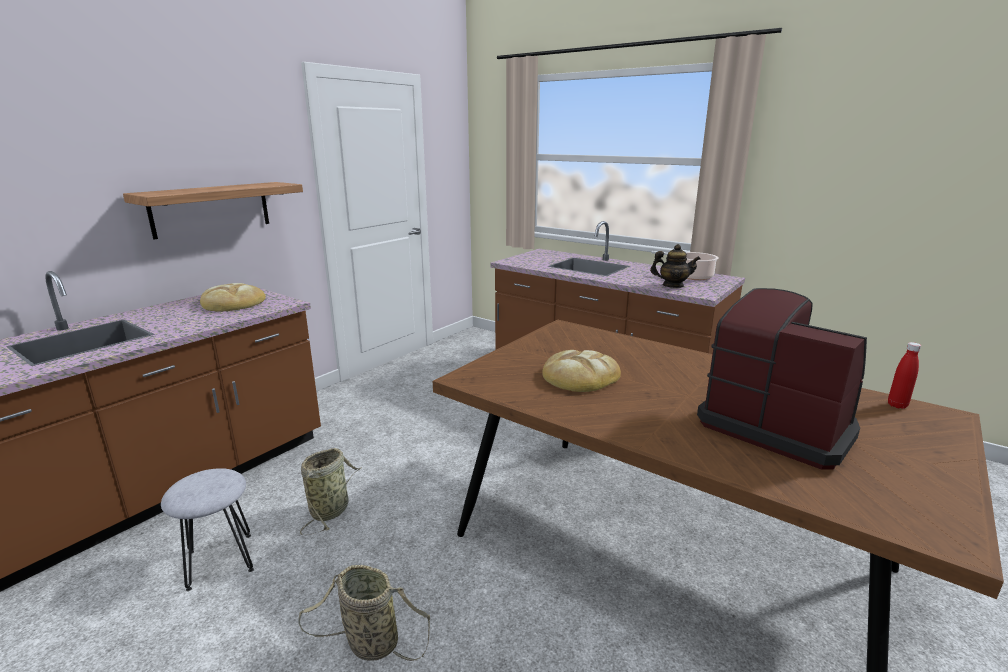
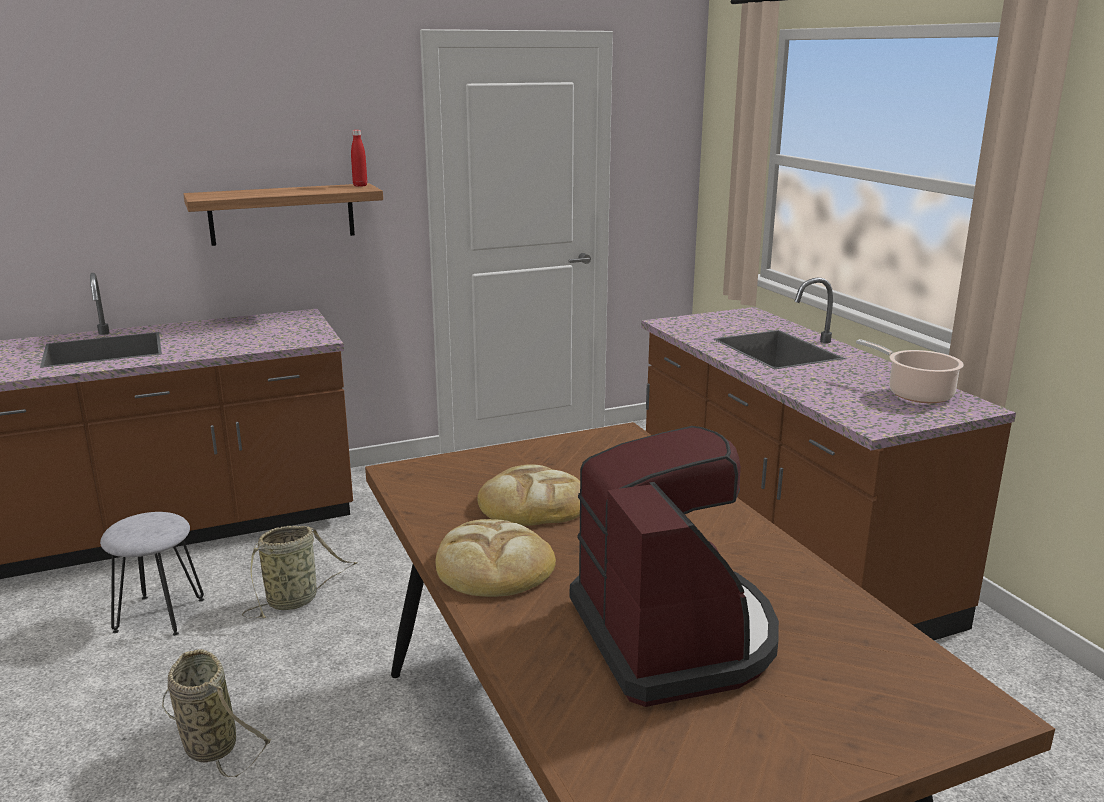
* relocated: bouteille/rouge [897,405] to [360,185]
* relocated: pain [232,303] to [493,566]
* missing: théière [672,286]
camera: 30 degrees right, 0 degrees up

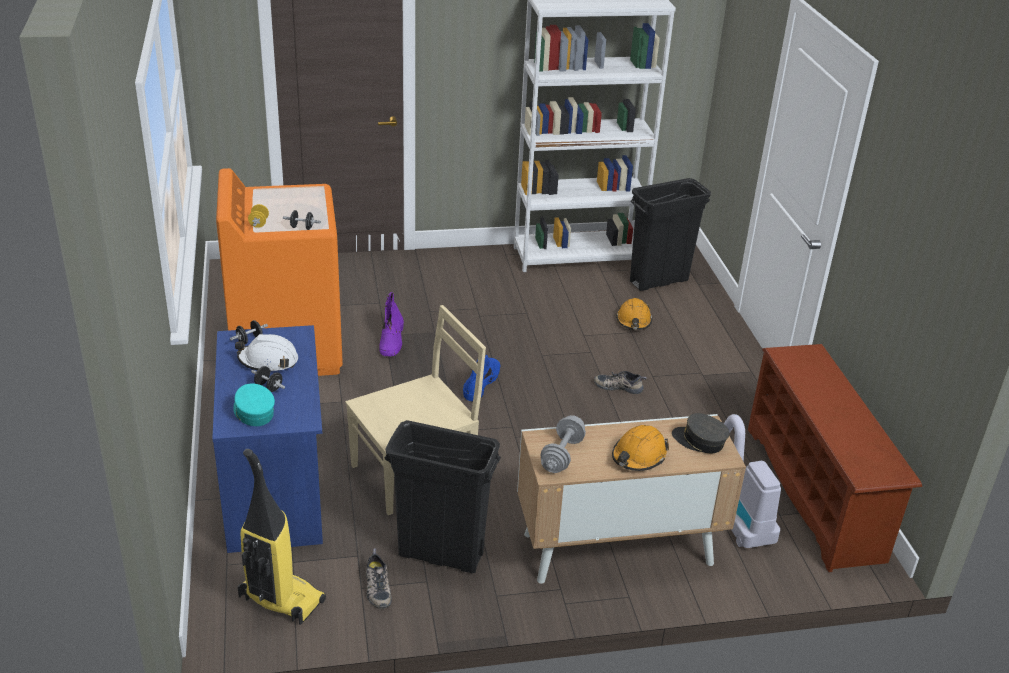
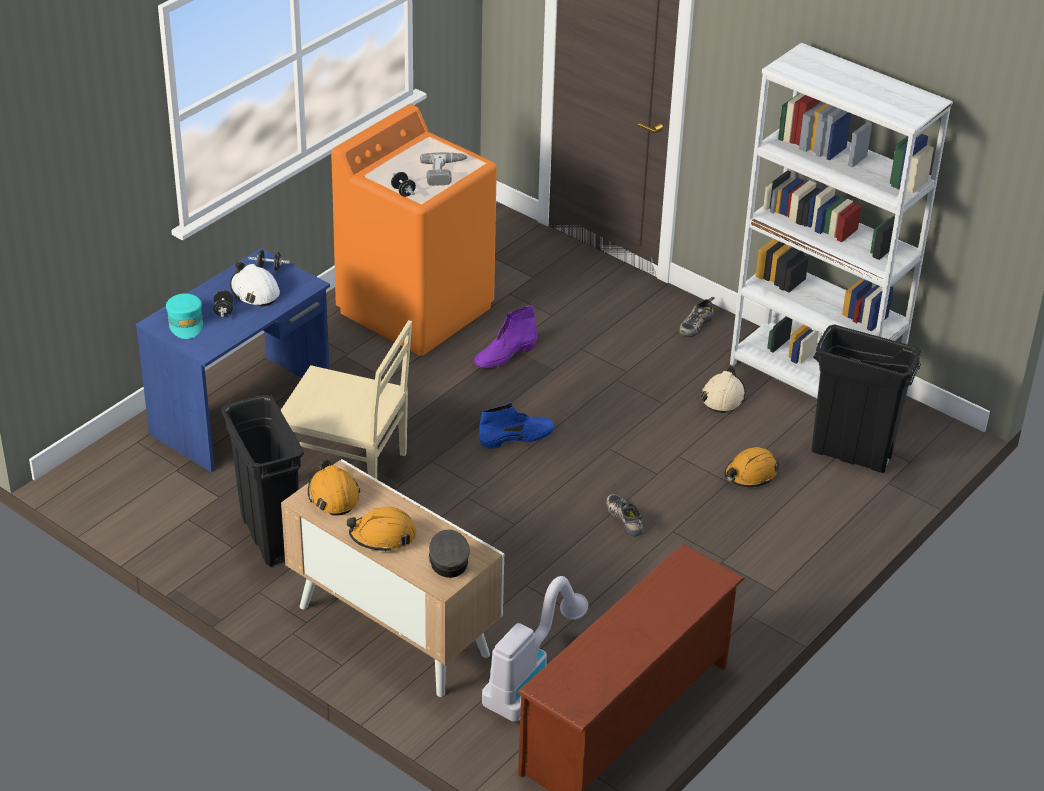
* spun: casquette/turquoise [253,412] = [186,322] 150 degrees clockwise
* exchanged: haltère/gris [562,455] to casque de chantier/orange [333,495]
* appeared: perceuse [445,172]
* relocated: chaussure [376,587] to [695,323]
* appeared: casque de chantier/beige [723,397]
* missing: aspirateur [280,600]
* missing: haltère/jaune [259,223]
camera: 50 degrees right, 5 degrees up

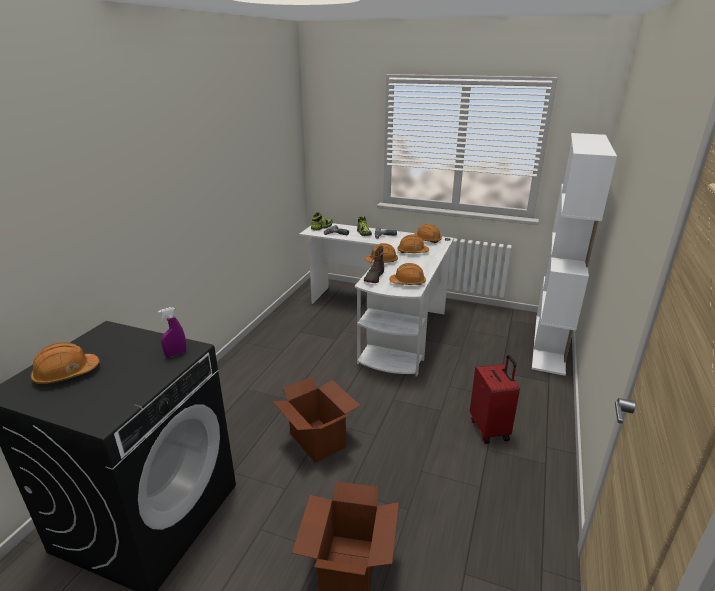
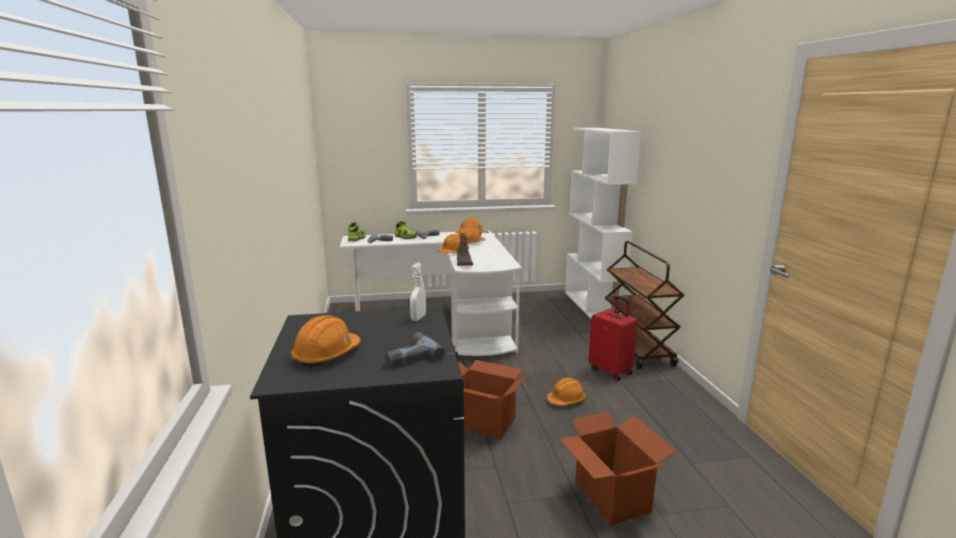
* appeared: perceuse [409,355]
* colour: vaporisateur/violet [176,354] to vaporisateur/blanc [418,318]
* relocated: casque de chantier/orange [408,282] to [566,400]
* appeared: chariot/marron [637,348]
camera: 30 degrees left, 10 degrees down

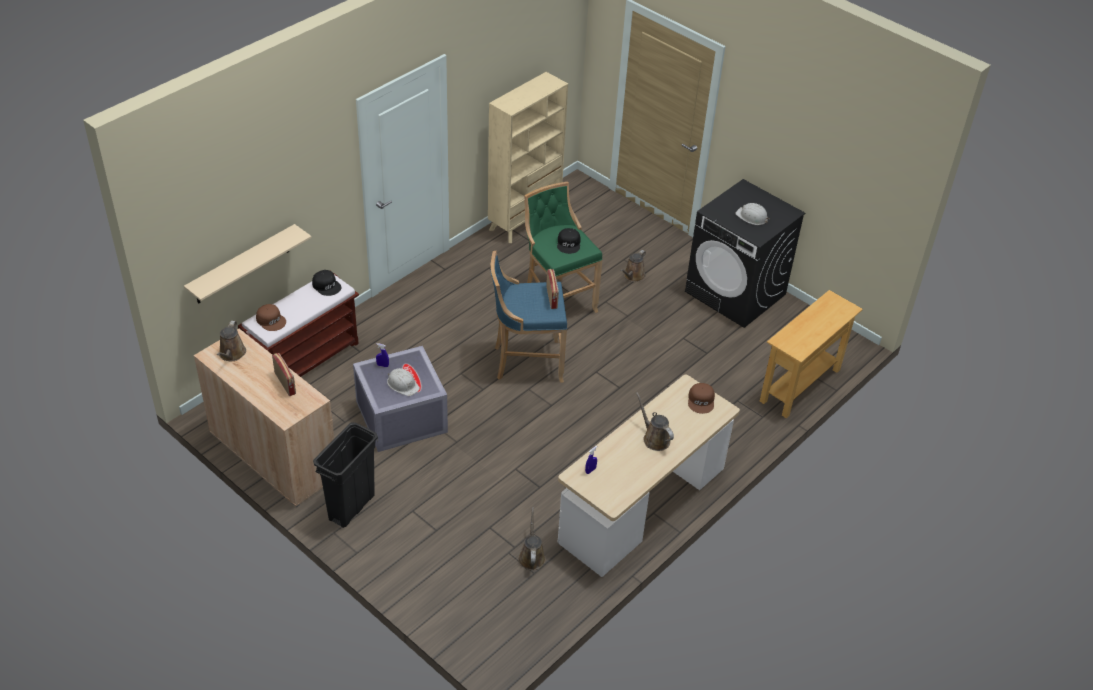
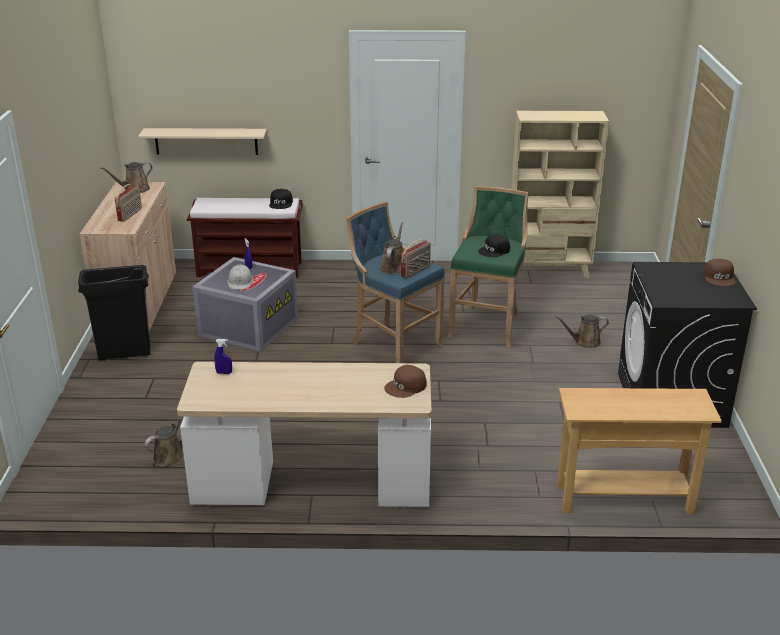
* relocated: arrosoir/marron [654,438] to [393,267]
* relocated: casquette/marron [271,320] to [719,277]
* missing: casque de chantier/blanc [752,217]
camera: 50 degrees right, 15 degrees down

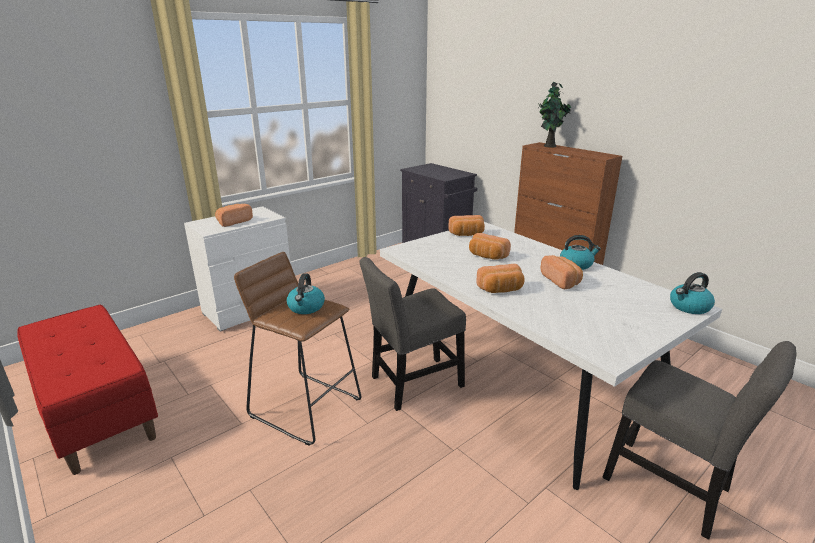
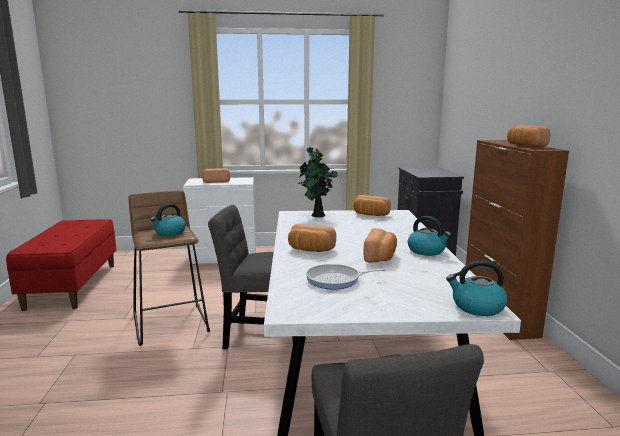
* relocated: plante en pot [550,146] to [317,215]
* appeared: poêle [336,280]
* relocated: pain [487,256] to [524,146]
camera: 35 degrees right, 10 degrees down

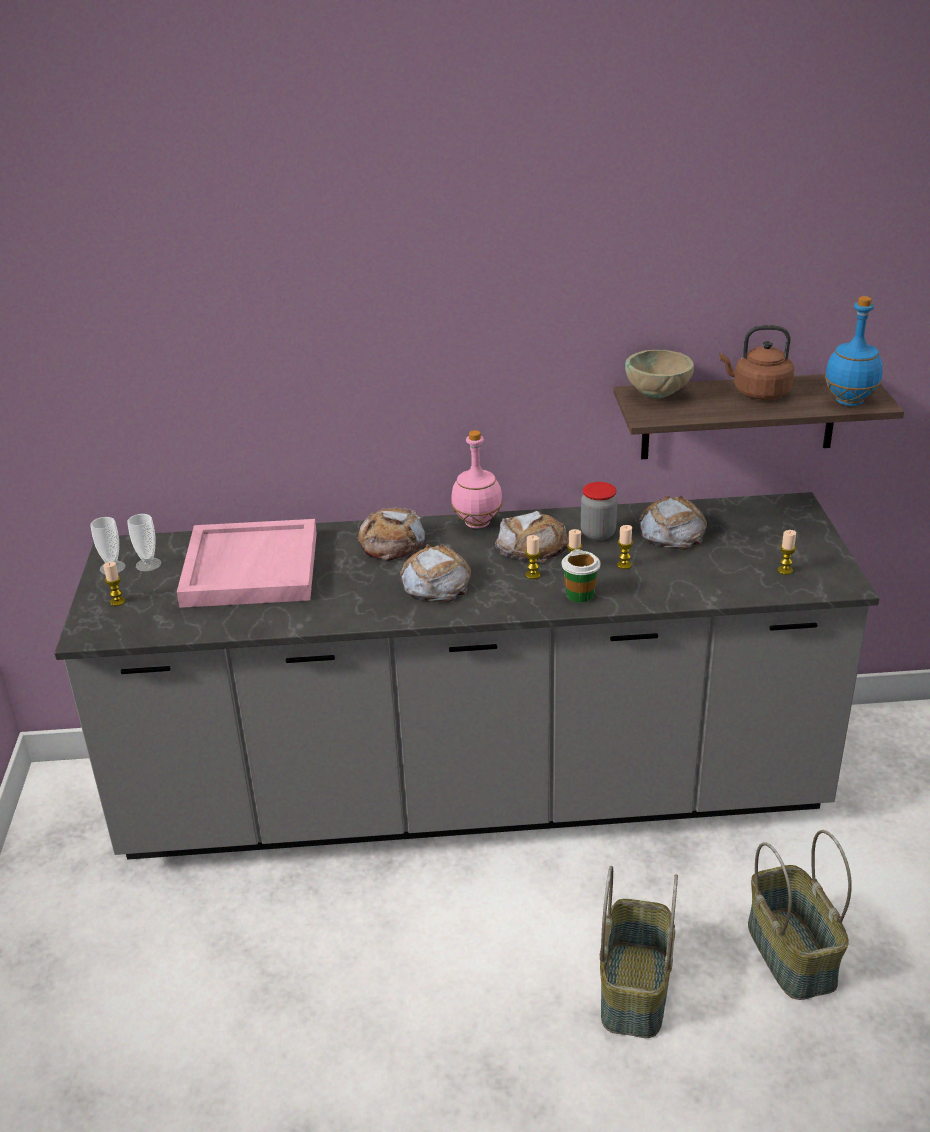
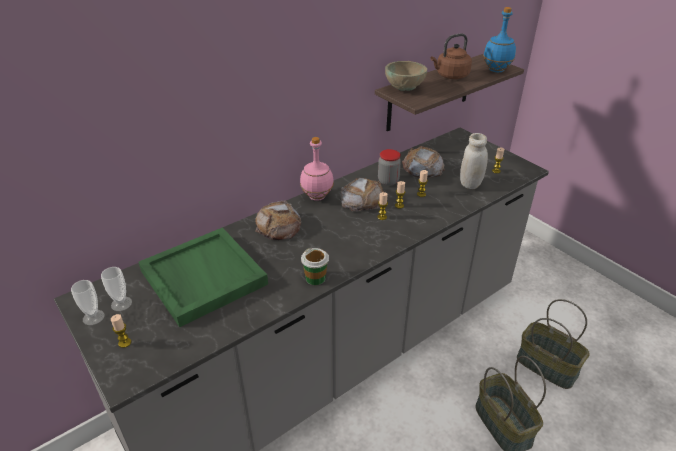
* colour: plateau/rose [249,568] to plateau/vert [202,277]
* relocated: tasse [580,595] to [315,278]
* appeared: bocal/blanc [470,184]
* missing: pain [435,582]
camera: 35 degrees left, 5 degrees up

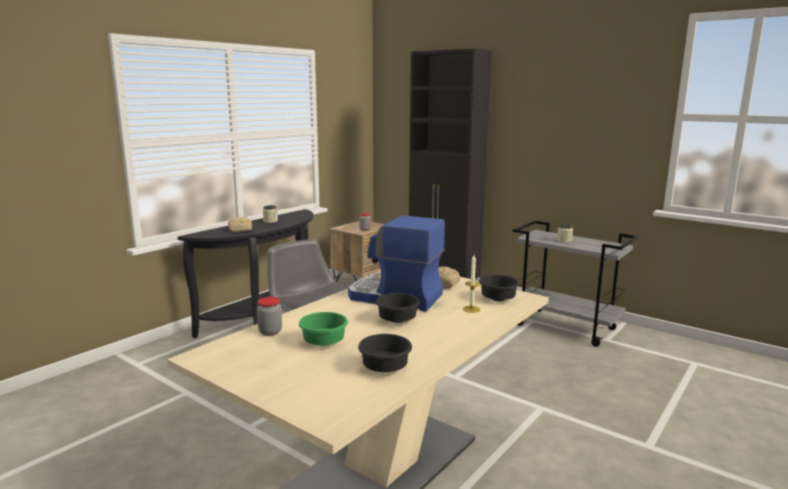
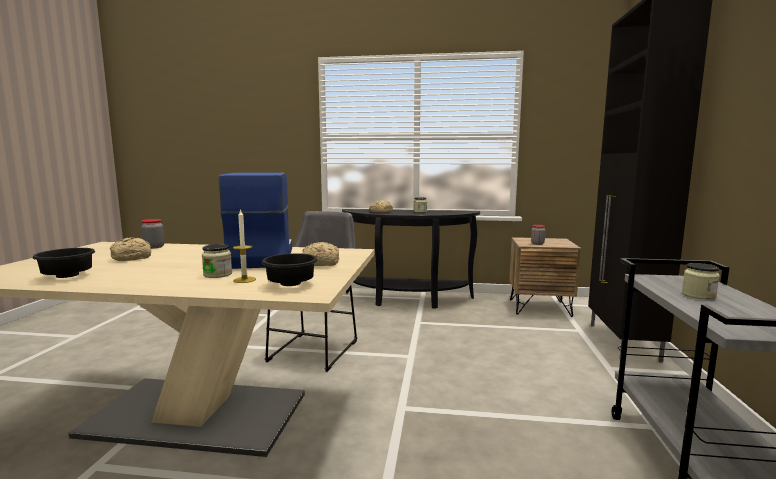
* exchanged: bol/vert [324,342] to pain [133,258]
* appeared: bocal [217,274]
* missing: bol/noir [398,320]
camera: 60 degrees right, 5 degrees down

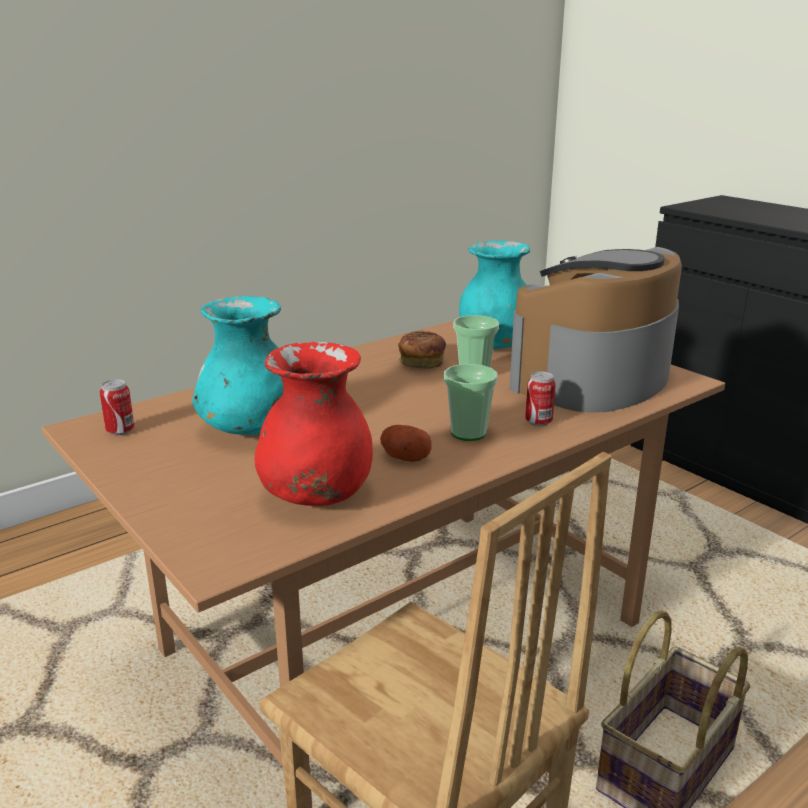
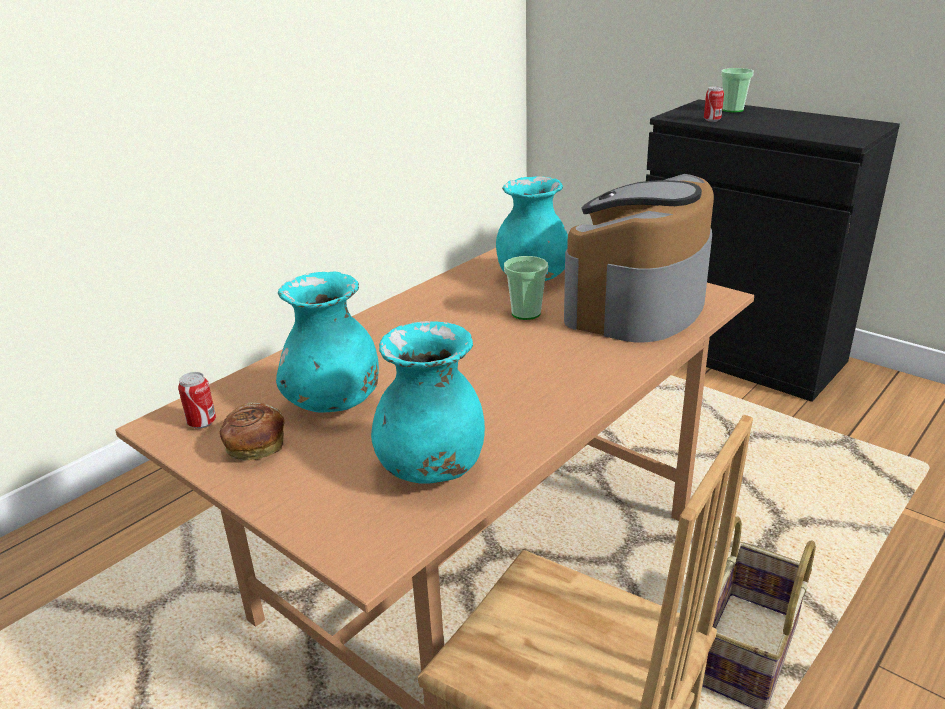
* relocated: pain [421,362] to [255,447]
* colour: vase/rouge [316,496] to vase/turquoise [432,469]
* relocated: boîte métallique [538,422] to [712,120]
* relocated: tasse [468,433] to [732,110]
* missing: pomme de terre [404,456]
camera: 10 degrees left, 5 degrees up

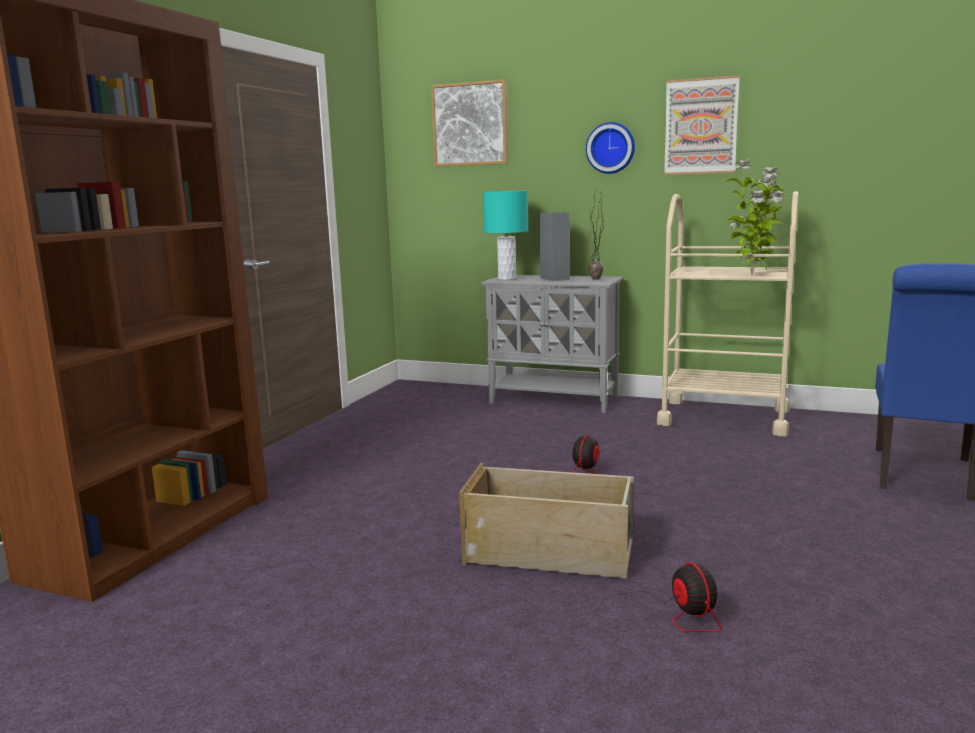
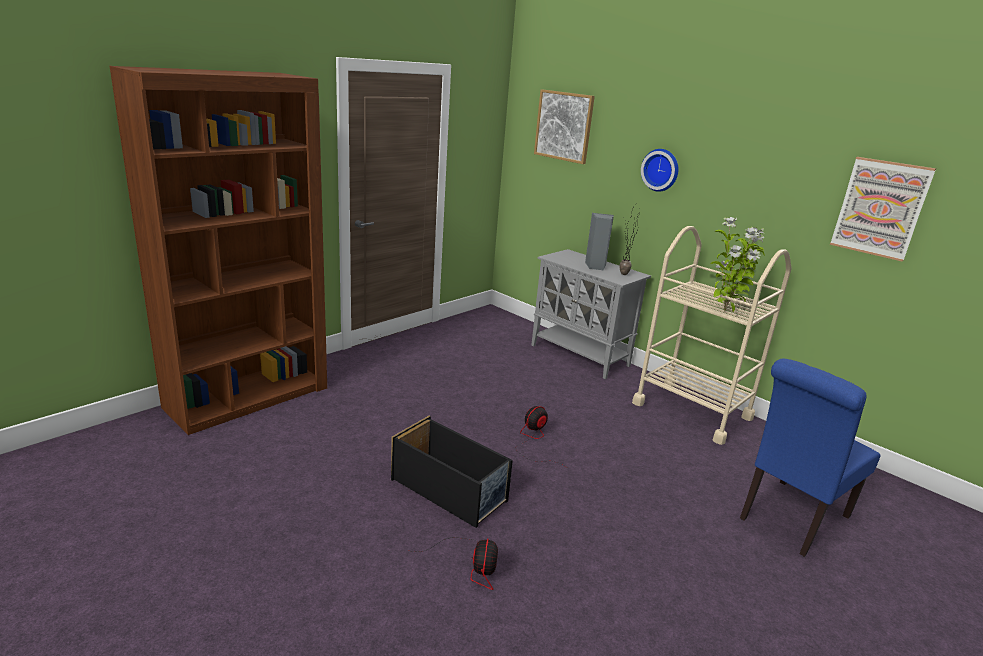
* colour: boîte de rangement/beige [551,553] to boîte de rangement/noir [450,490]
* relocated: tableau [701,126] to [880,208]
* missing: lampe de table/turquoise [507,278]
camera: 20 degrees right, 10 degrees up

